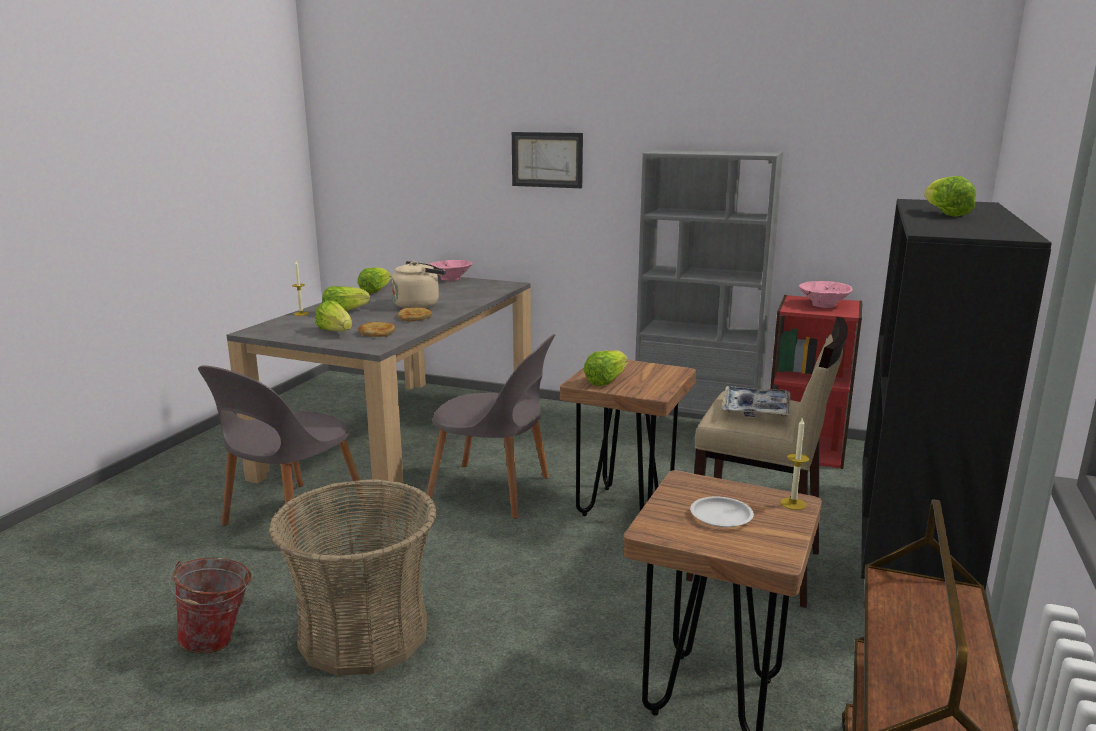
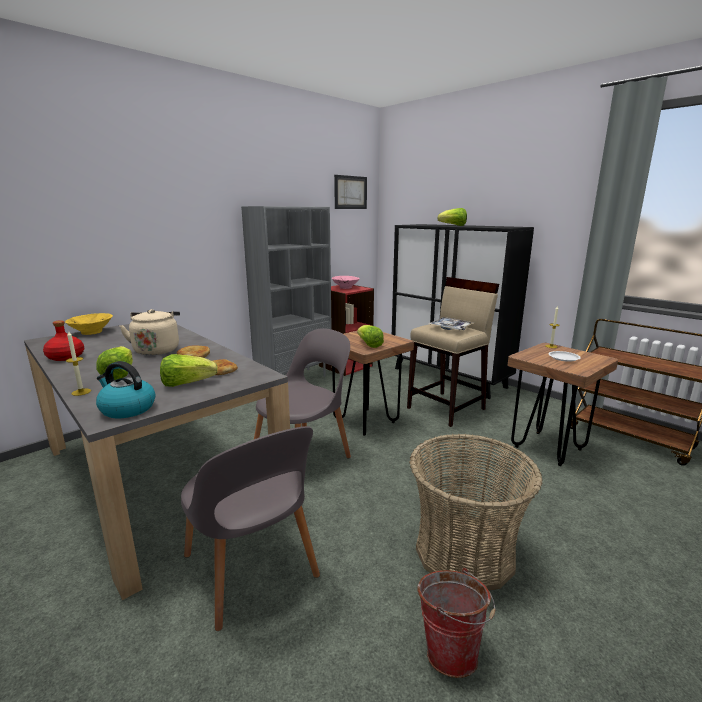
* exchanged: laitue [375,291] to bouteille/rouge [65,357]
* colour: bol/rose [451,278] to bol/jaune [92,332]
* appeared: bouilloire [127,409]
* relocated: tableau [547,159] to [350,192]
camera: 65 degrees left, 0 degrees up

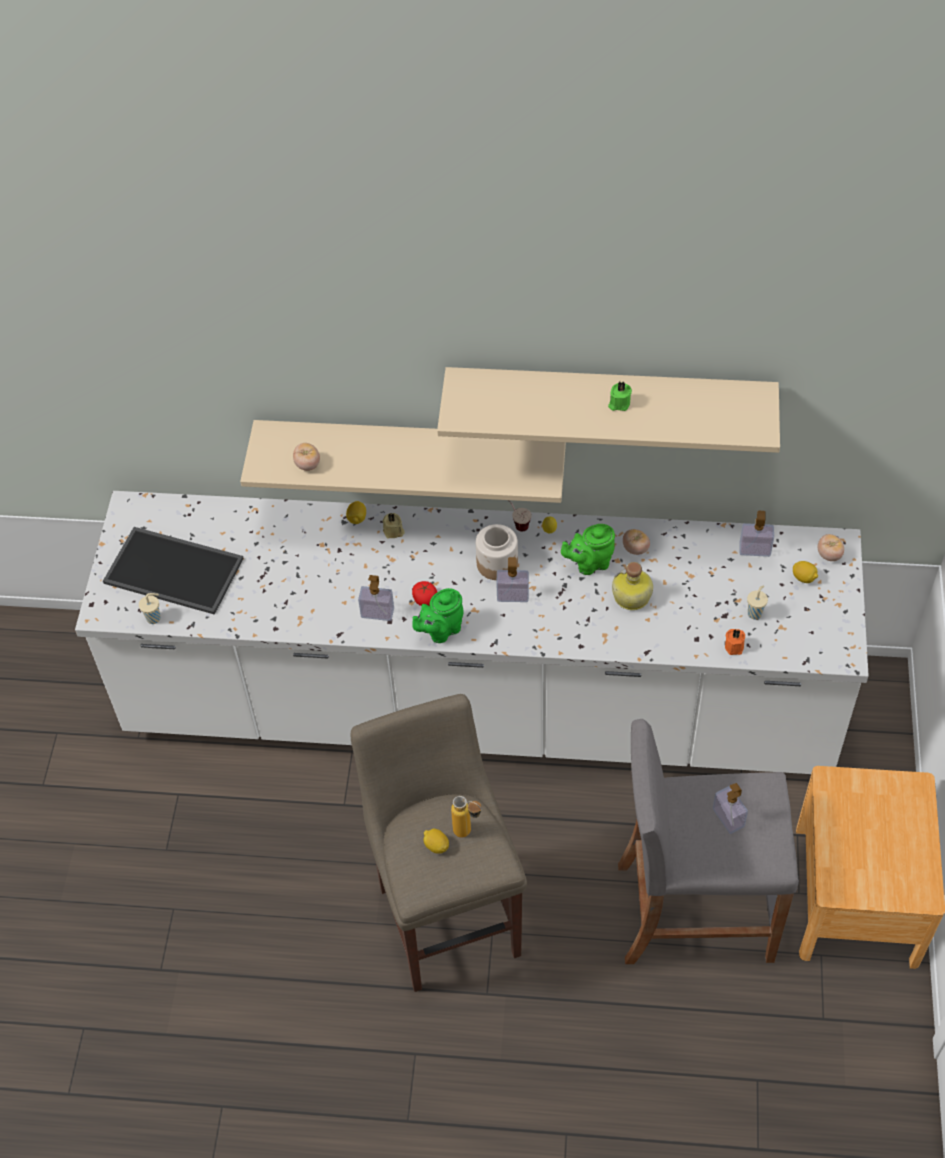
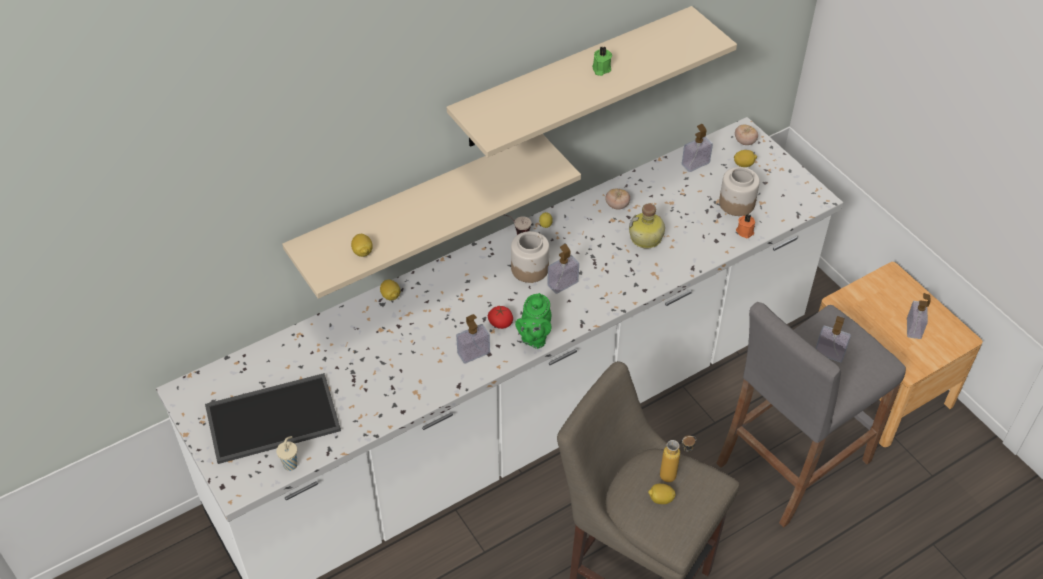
* exchanged: tomate [307,464] to citron [362,252]
* exchanged: tasse/beige [755,613] to bocal [736,203]
* appeared: distributeur de savon [913,328]
* missing: bougie/beige [394,532]
* missing: théière/vert [589,563]
camera: 40 degrees left, 5 degrees down

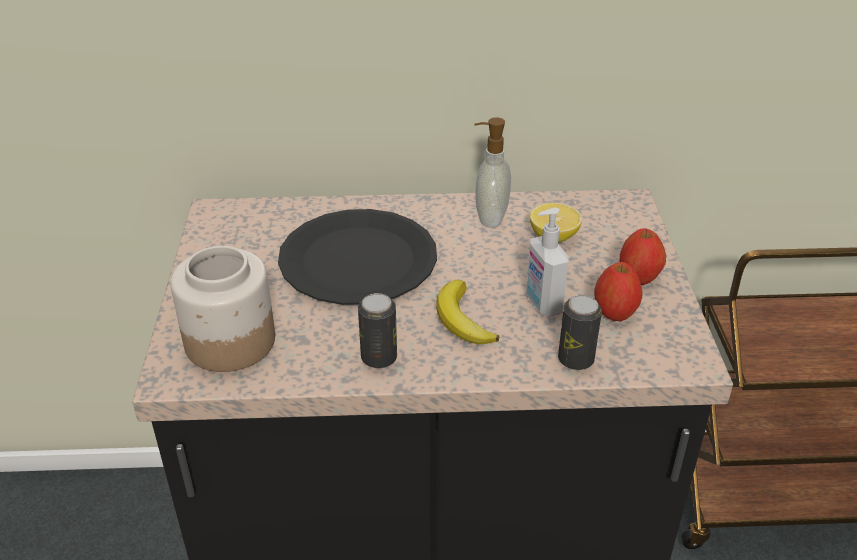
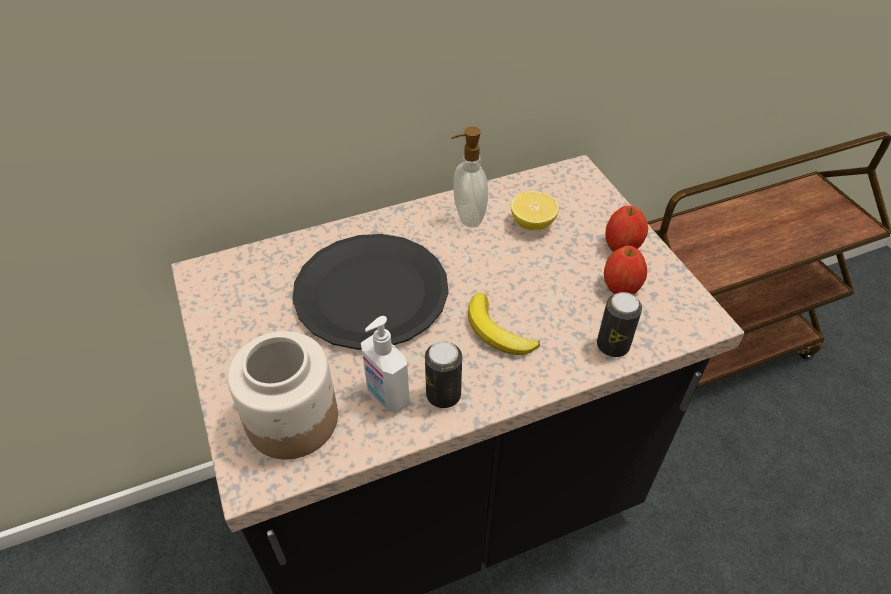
* relocated: distributeur de savon [542,304] to [386,396]
camera: 20 degrees left, 10 degrees up

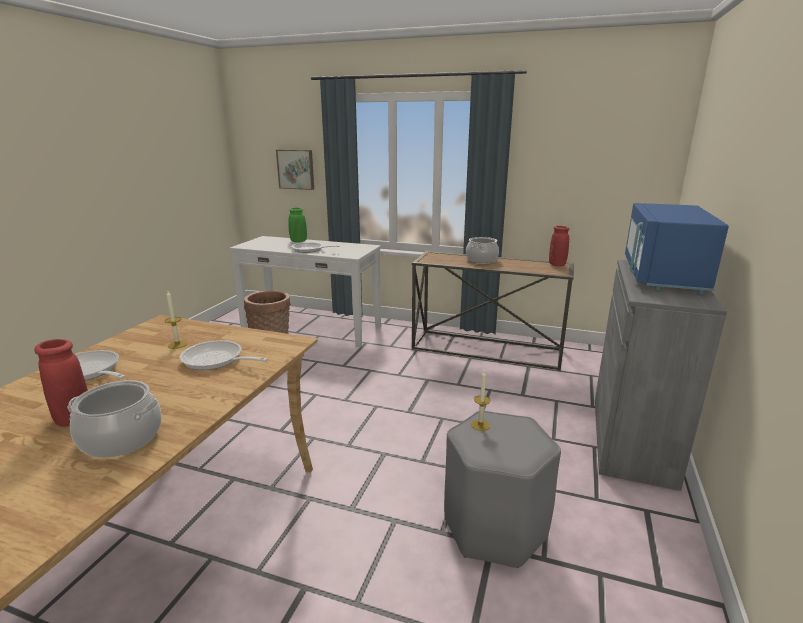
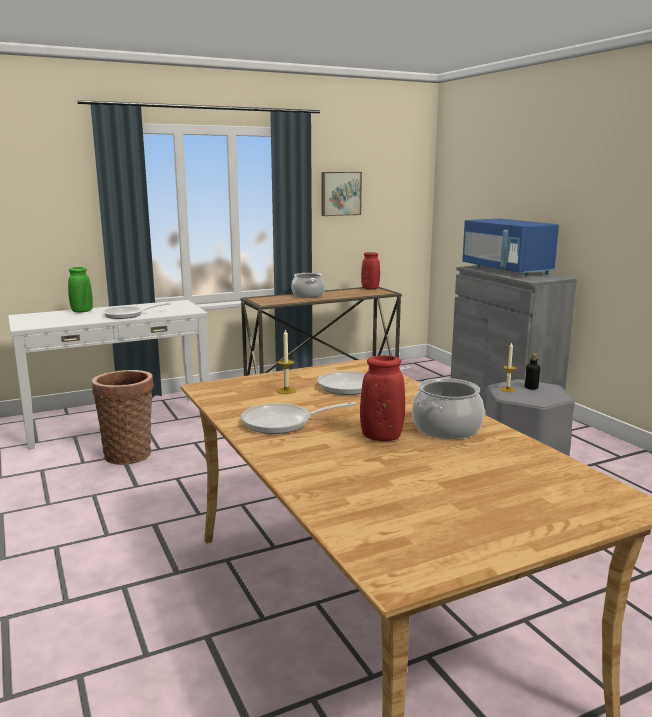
* relocated: tableau [296,169] to [340,193]
* appeared: bouteille [531,387]
camera: 45 degrees left, 5 degrees down

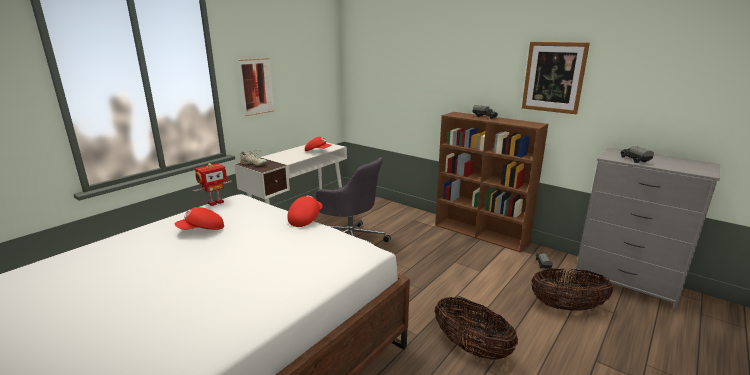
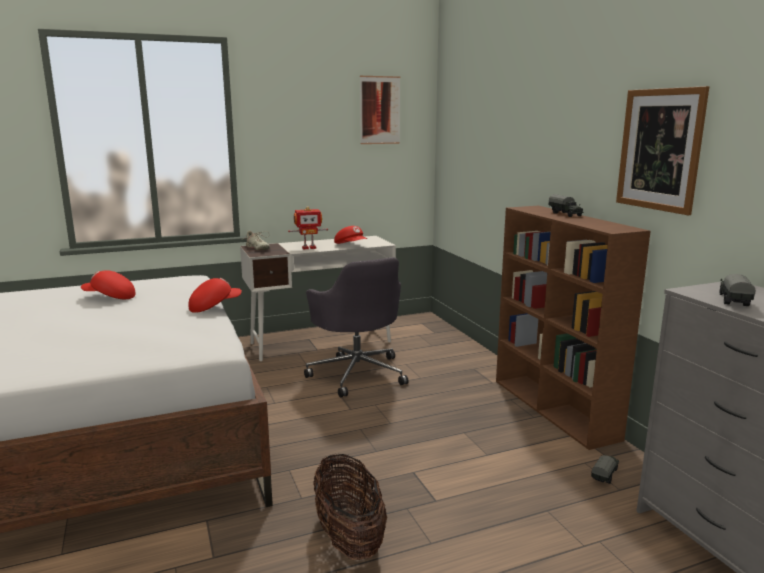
* relocated: robot jouet [215,202] to [309,248]
* relocated: tableau [257,86] to [380,110]
* missing: panier [566,307]
camera: 30 degrees right, 5 degrees down

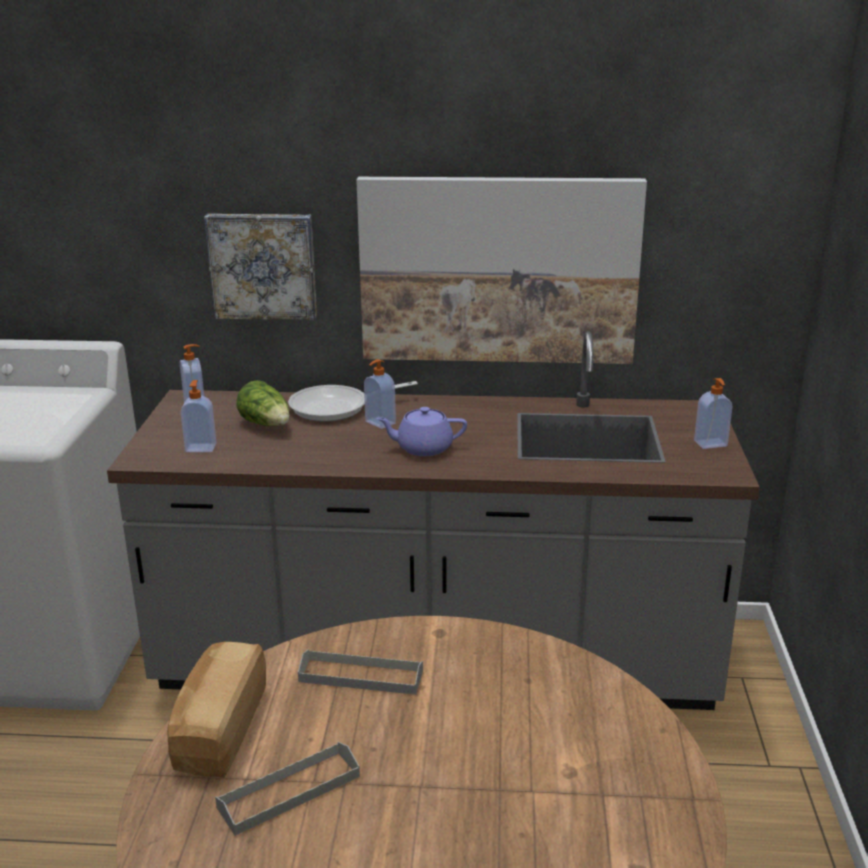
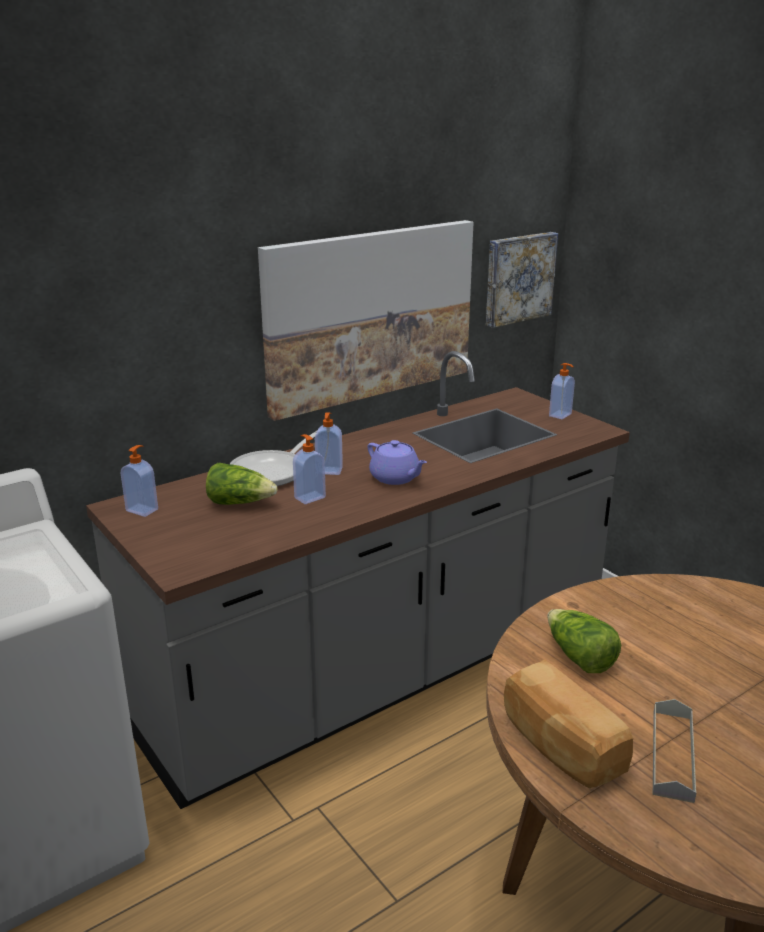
* relocated: distributeur de savon [201,447] to [309,497]
* spun: théière/violet [423,448] = [395,478] 90 degrees counterclockwise
* relocated: tableau [263,265] to [518,278]
* exchanged: plateau/gris [361,676] to laitue [579,657]
camera: 40 degrees left, 0 degrees up

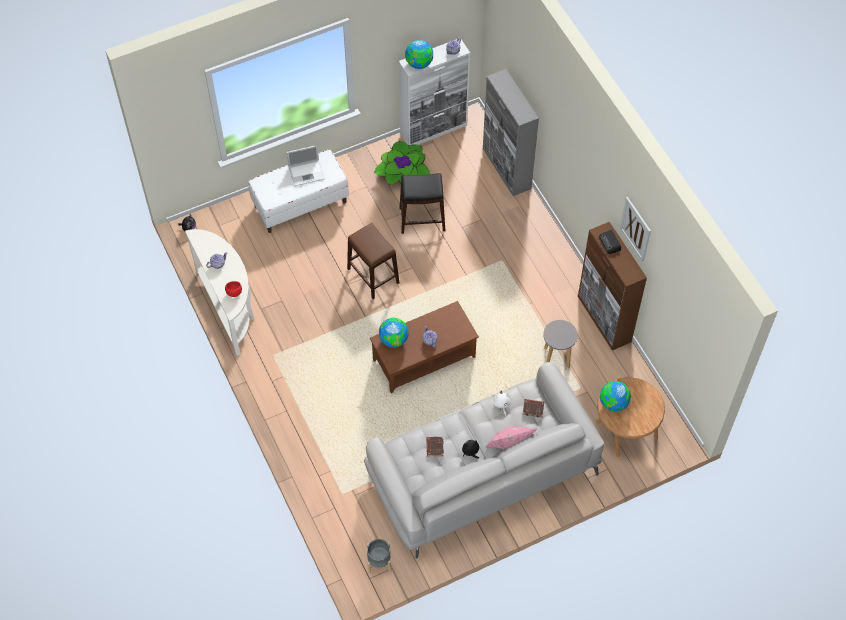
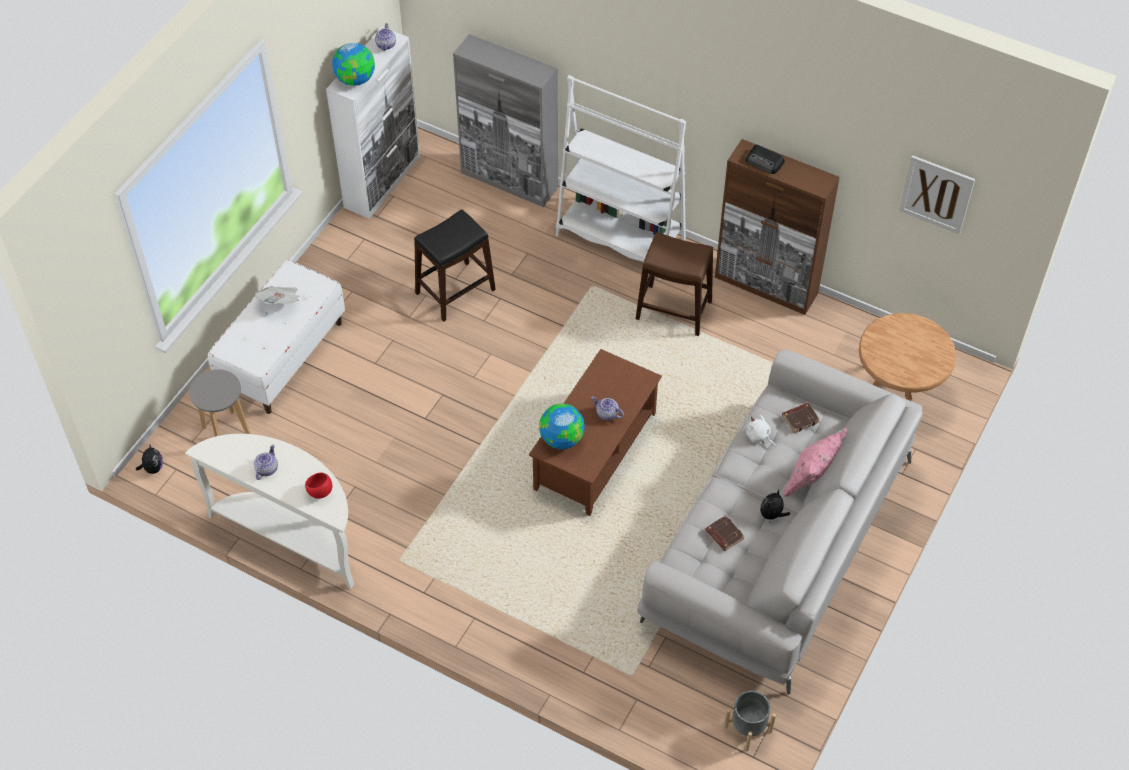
* relocated: tabouret/gris [556,358] to [226,431]
* exchanged: ordinateur portable [307,172] to journal [280,302]
* appeared: bibliothèque/blanc [620,237]
* relocated: tabouret/marron [373,275] to [673,310]
* relocated: tableau [635,229] to [936,194]
* missing: plante en pot [403,173]
* missing: globe [613,403]
camera: 35 degrees left, 5 degrees down

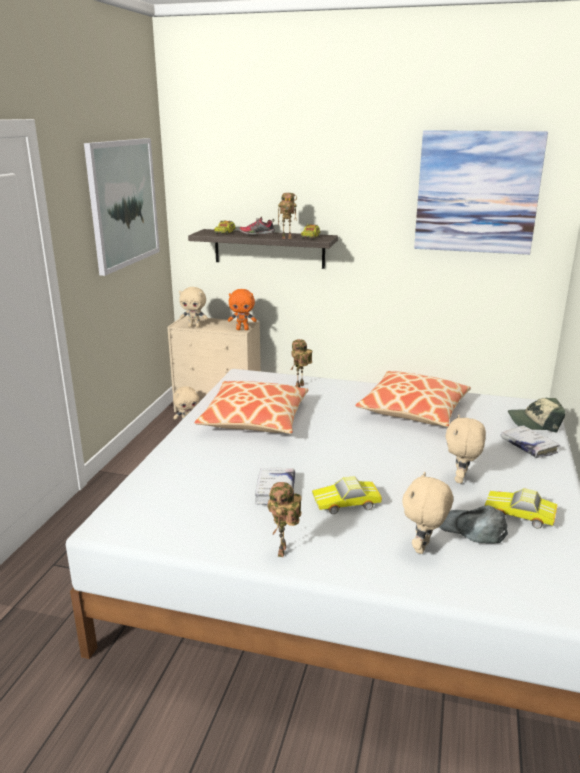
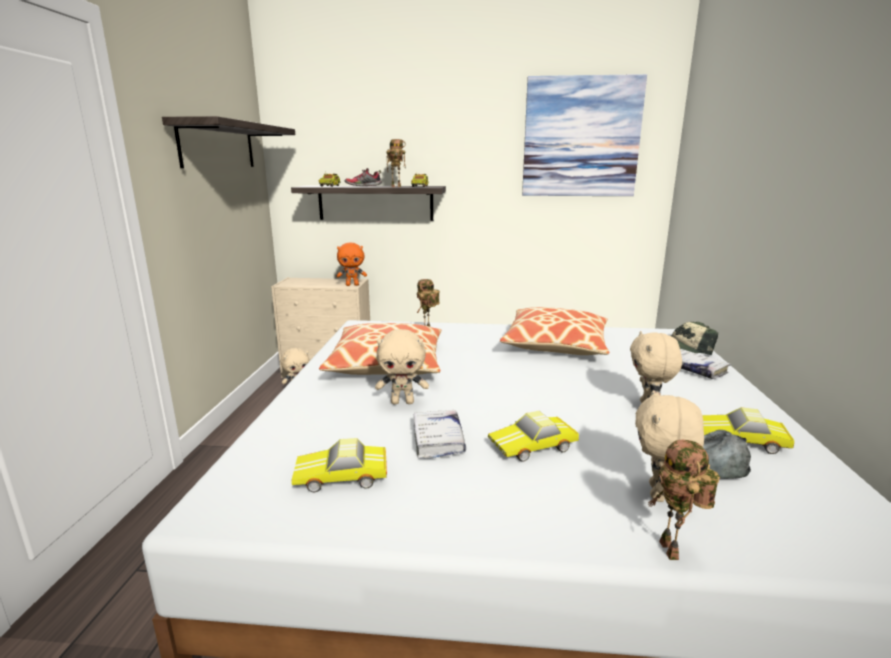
* exchanged: tableau [123,203] to étagère [218,145]
* appeared: petite voiture [342,477]
* relocated: peluche/beige [194,327] to [403,402]
* relocated: robot jouet [284,552] to [673,551]
camera: 10 degrees left, 5 degrees down

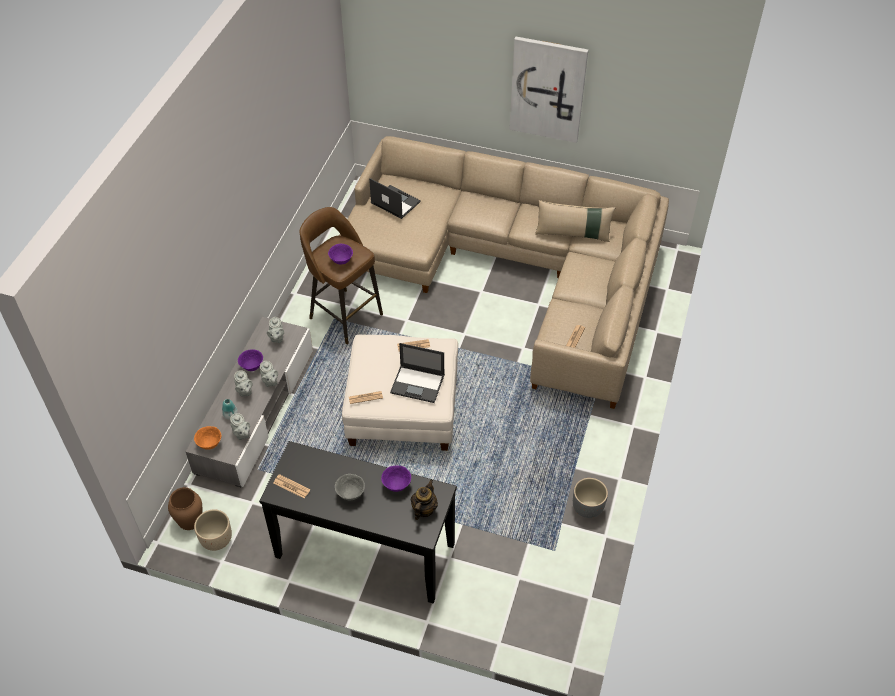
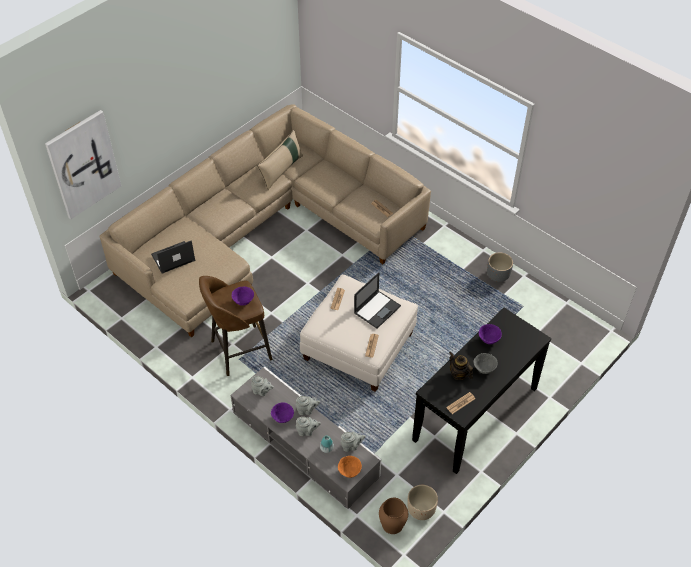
* relocated: tableau [547,89] to [83,164]
* relocated: théière [423,509] to [459,374]
camera: 65 degrees left, 0 degrees up

